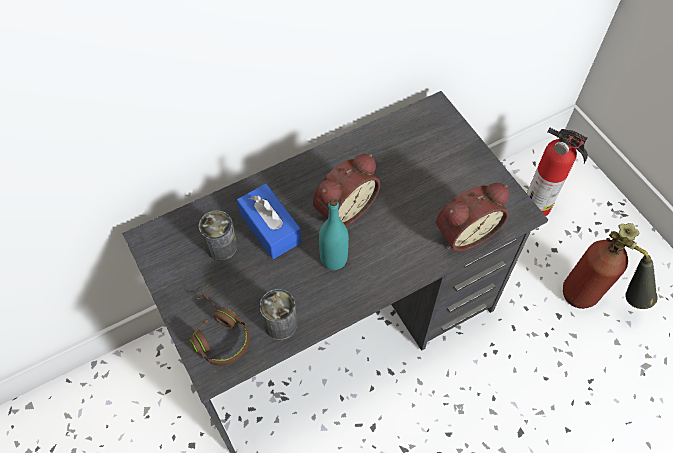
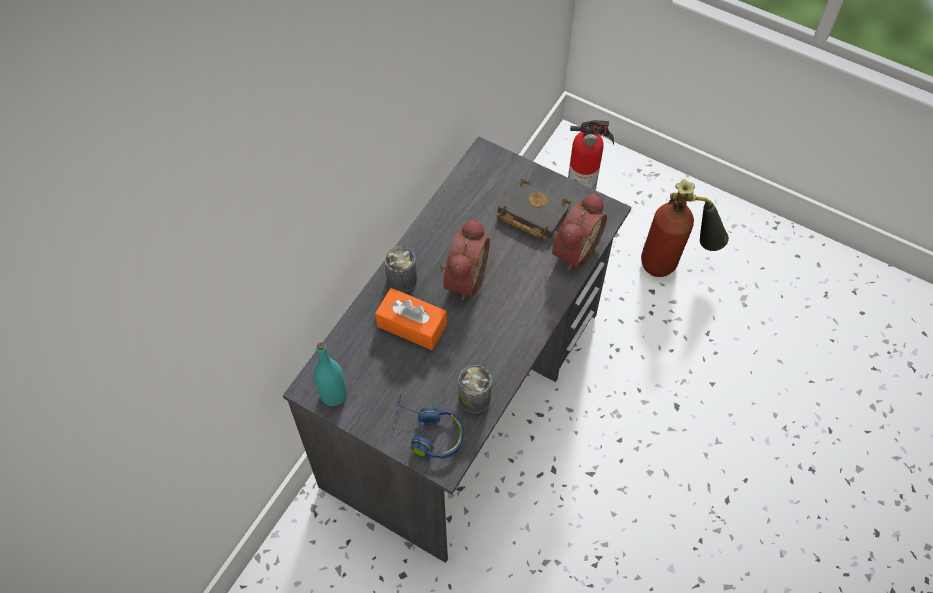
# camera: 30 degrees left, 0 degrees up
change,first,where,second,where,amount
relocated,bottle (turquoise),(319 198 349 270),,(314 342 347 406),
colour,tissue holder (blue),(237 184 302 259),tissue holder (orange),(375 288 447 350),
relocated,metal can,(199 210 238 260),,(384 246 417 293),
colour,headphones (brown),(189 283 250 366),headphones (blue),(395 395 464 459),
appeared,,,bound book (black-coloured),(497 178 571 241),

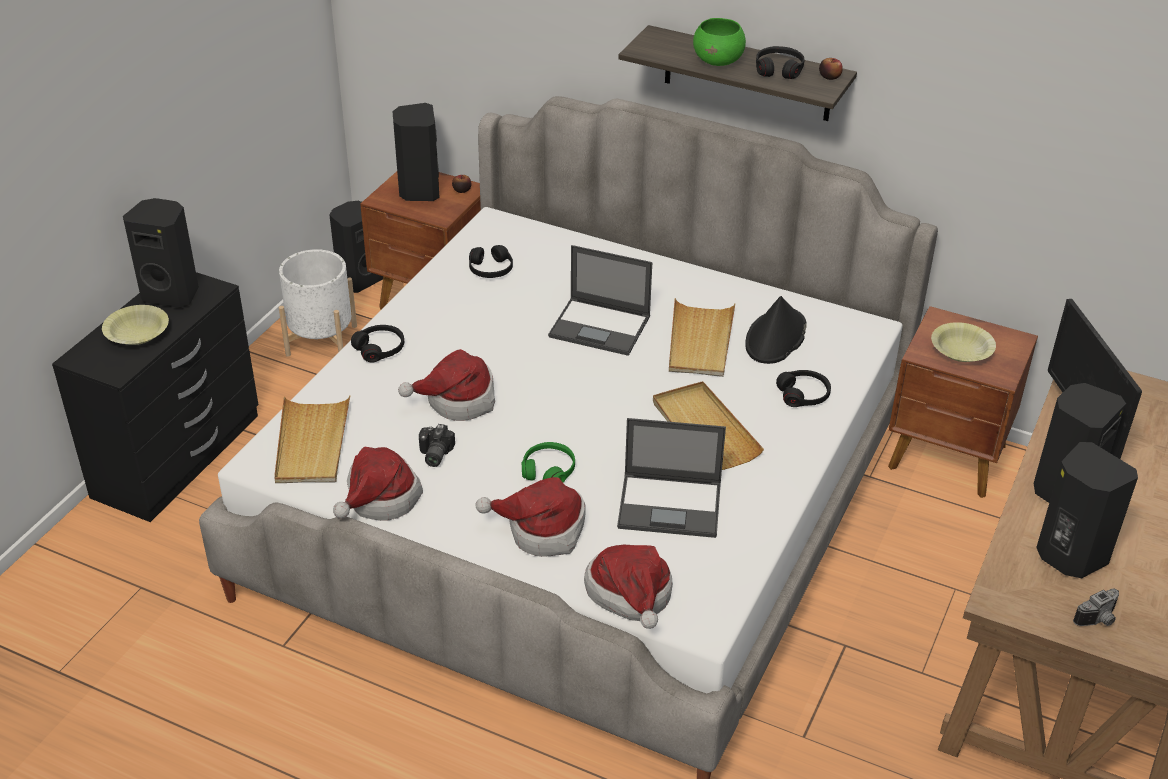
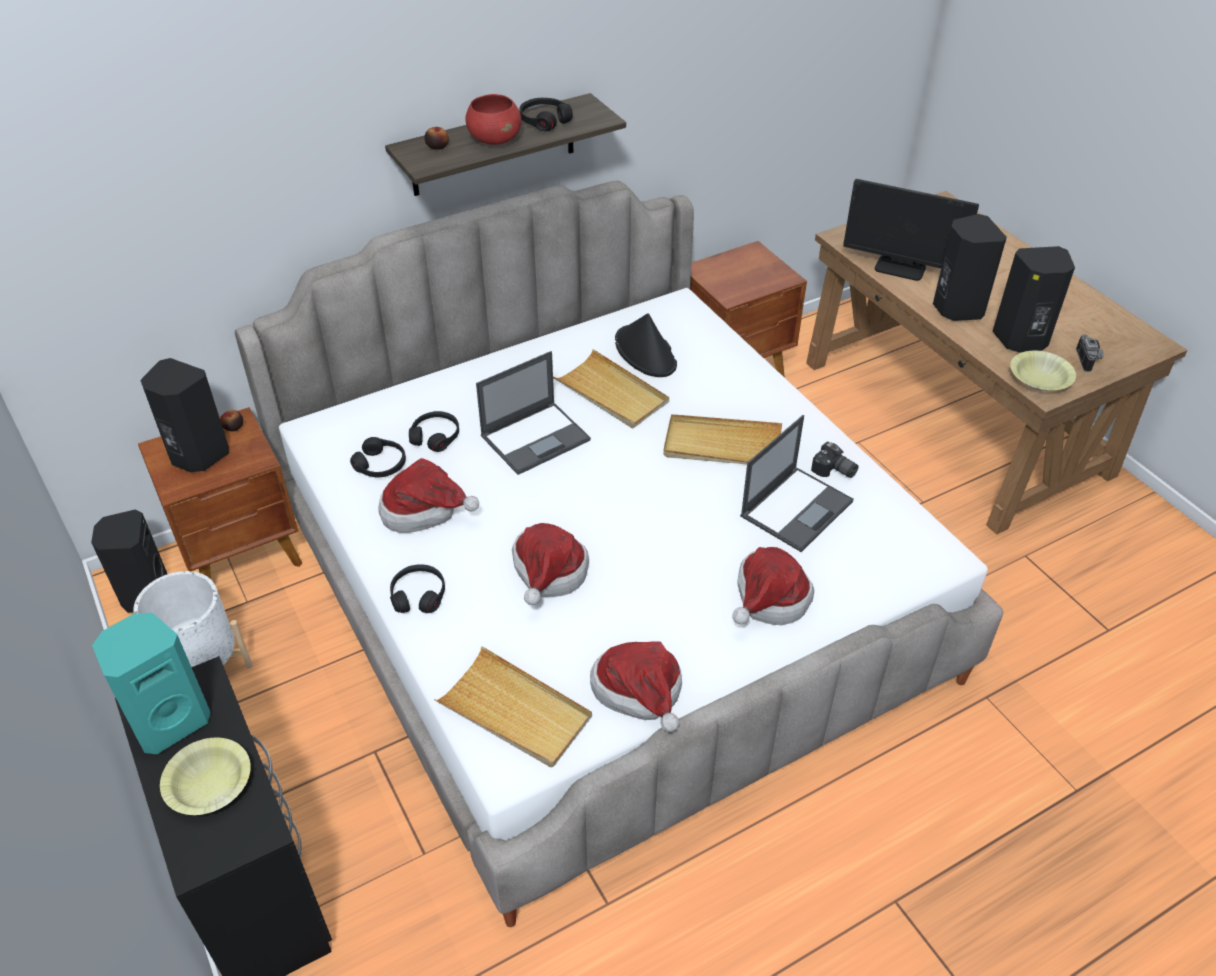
# camera: 55 degrees left, 5 degrees up
change,first,where,second,where,amount
colour,speaker (black-coloured),(123 198 199 308),speaker (turquoise),(92 612 211 754),
relocated,wearable hat,(584 545 673 629),,(378 458 479 533),
relocated,headphones (black-coloured),(776 370 831 407),,(409 411 459 452),
relocated,apple,(819 58 843 80),,(424 127 449 150),
colour,serving bowl (green),(693 18 746 66),serving bowl (red-coloured),(465 94 521 145),
relocated,still camera,(419 424 455 467),,(811 442 858 478),
relocated,serving bowl (yellow-coloured),(931 322 996 362),,(1010 351 1076 391),
missing,headphones (green),(522 442 575 483),,,

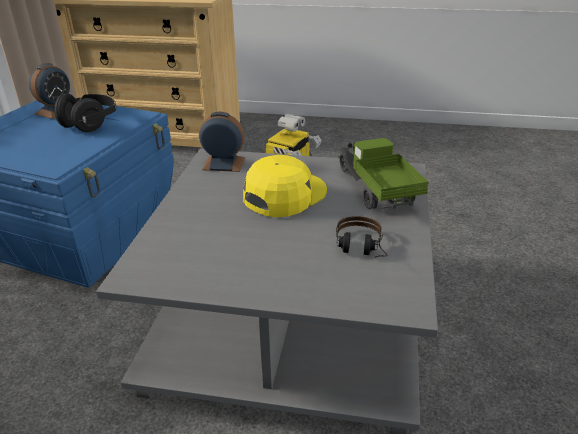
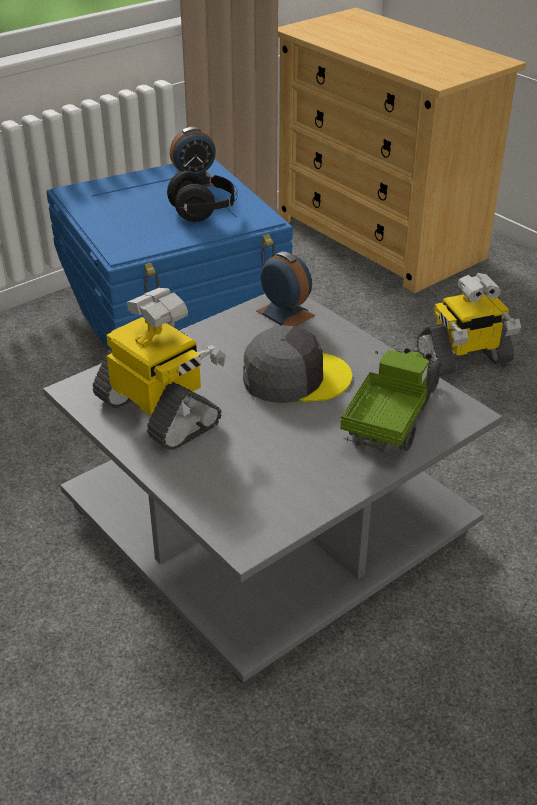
# camera: 40 degrees right, 5 degrees up
change,first,where,second,where,amount
appeared,,,model robot,(93 288 226 450),
colour,peaked cap (yellow-coloured),(243 155 327 217),peaked cap (gray),(243 325 352 403),
missing,headphones,(336 216 388 258),,,

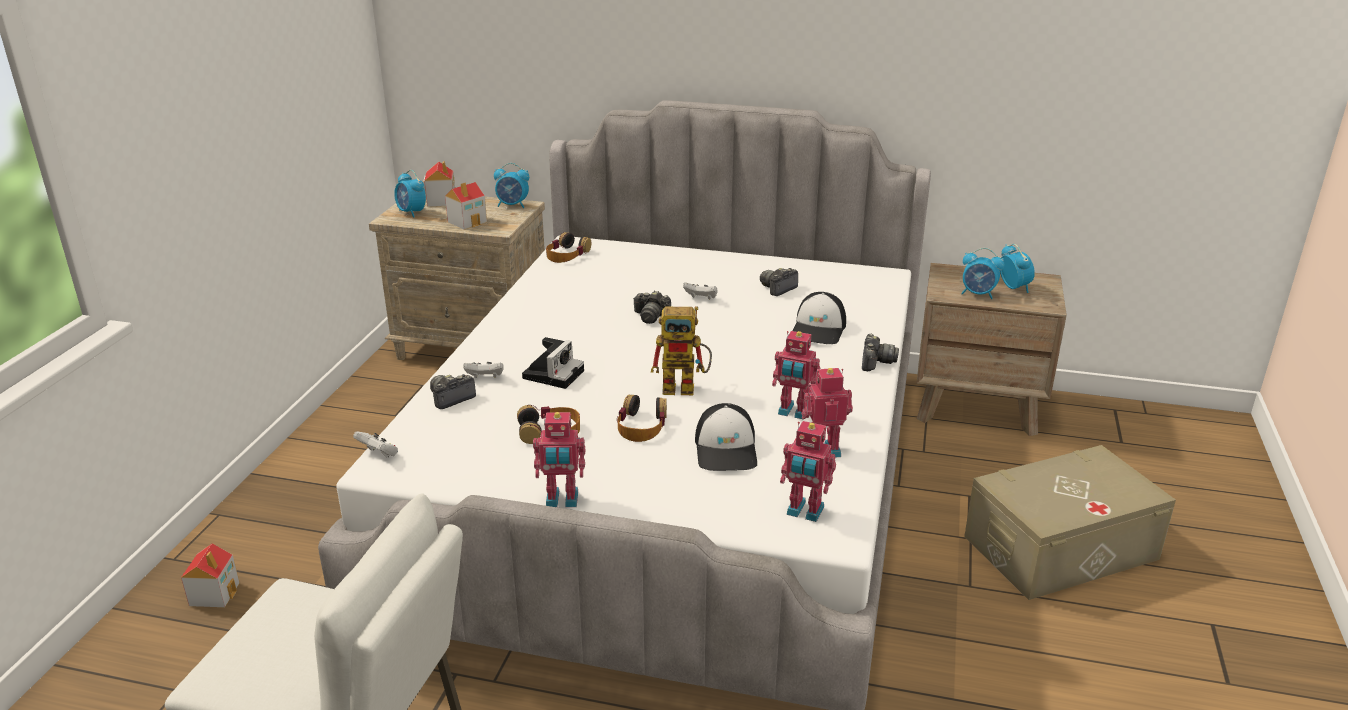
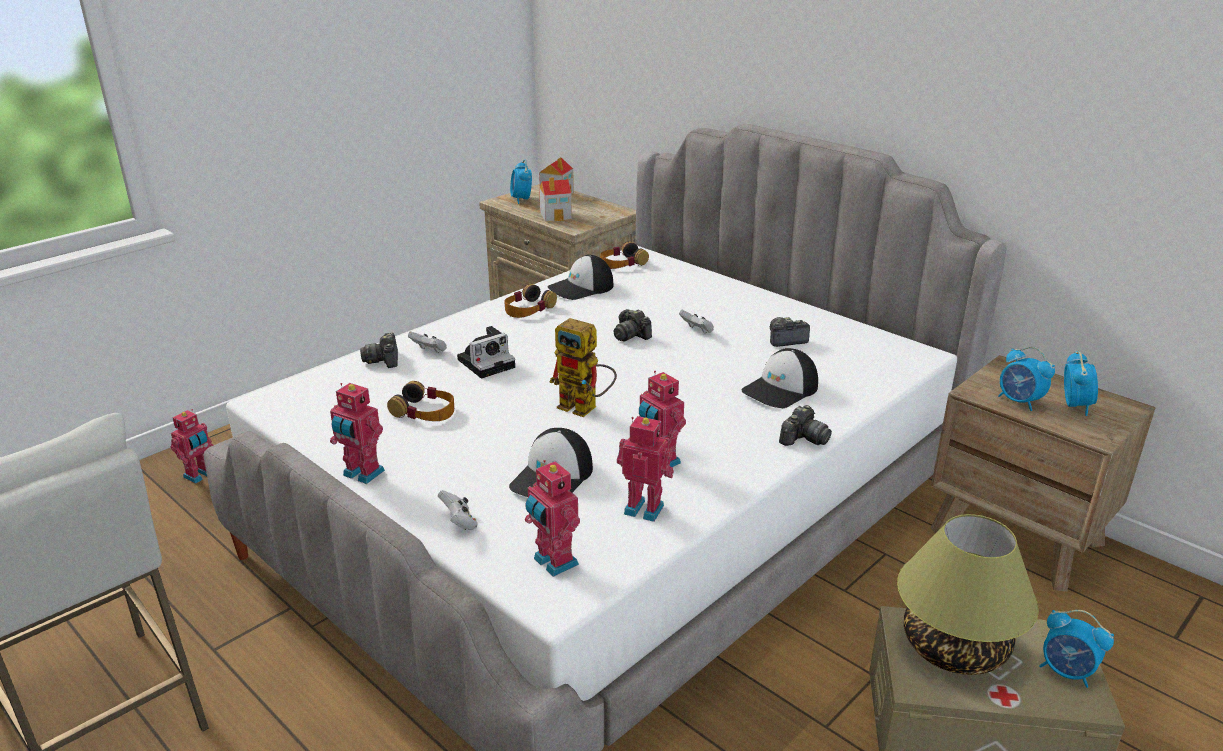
# camera: 30 degrees right, 0 degrees up
change,first,where,second,where,amount
exchanged,miniature house,(181 543 240 607),model robot,(170 409 213 484),
spun,still camera,(430 374 476 409),,(360 333 398 368),90 degrees counterclockwise
relocated,game controller (white-coloured),(353 431 398 457),,(438 490 478 530),
relocated,headphones,(617 395 667 442),,(504 284 557 318),
appeared,,,peaked cap,(548 255 613 300),
appeared,,,tabletop lamp,(897 514 1039 675),
relocated,bedside clock,(494 163 529 208),,(1039 610 1114 688),

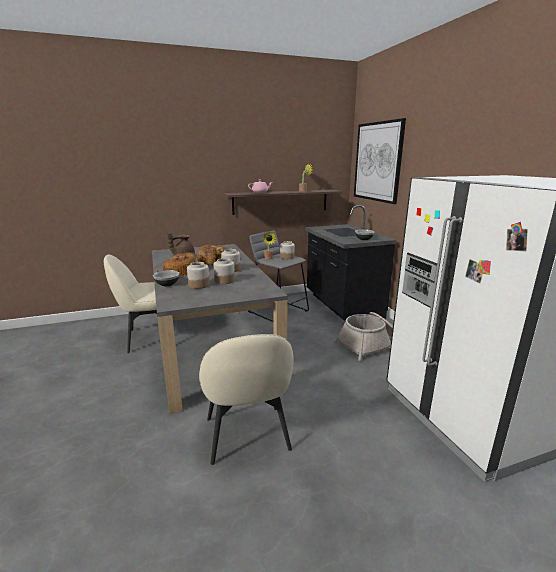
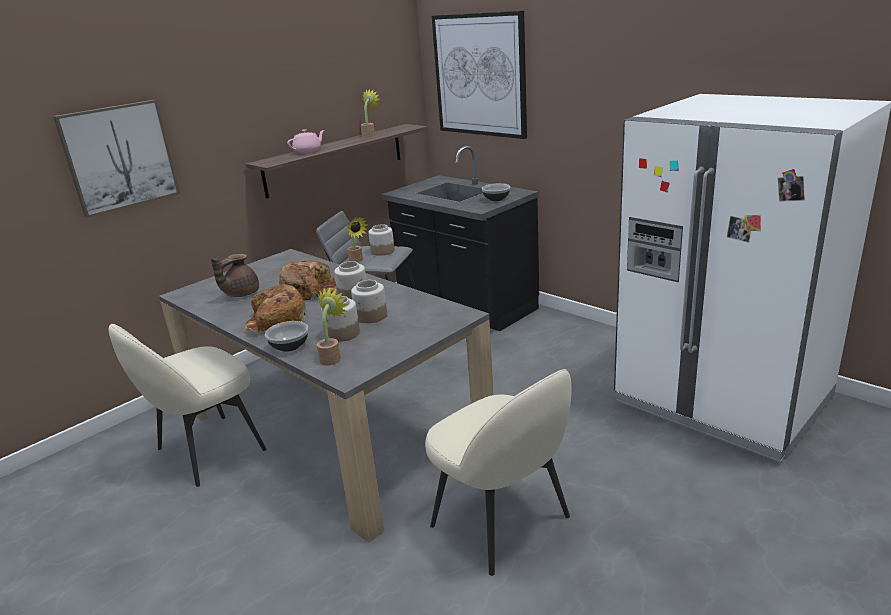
# camera: 25 degrees left, 5 degrees up
change,first,where,second,where,amount
appeared,,,wall art,(53 100 180 218),
appeared,,,plant in a pot,(317 288 347 366),
missing,storage basket,(334 312 393 361),,,

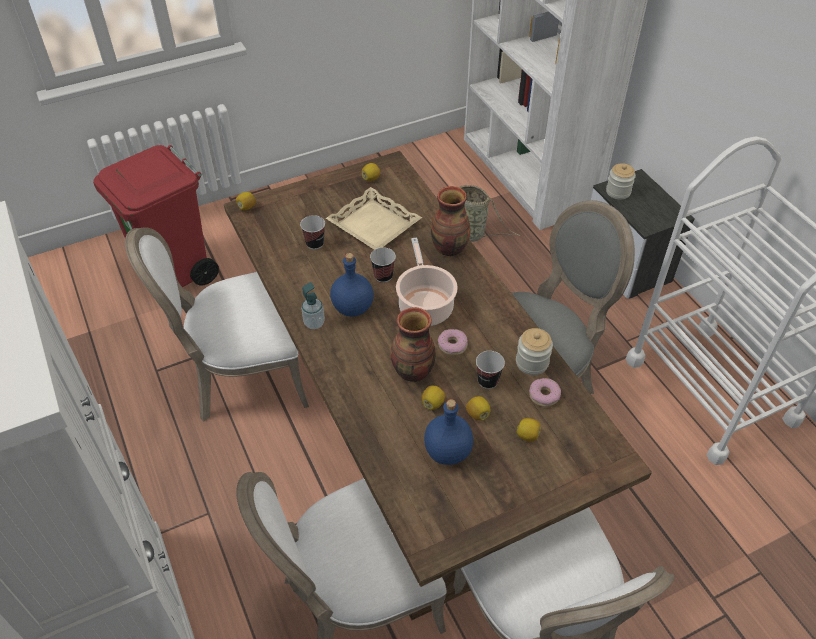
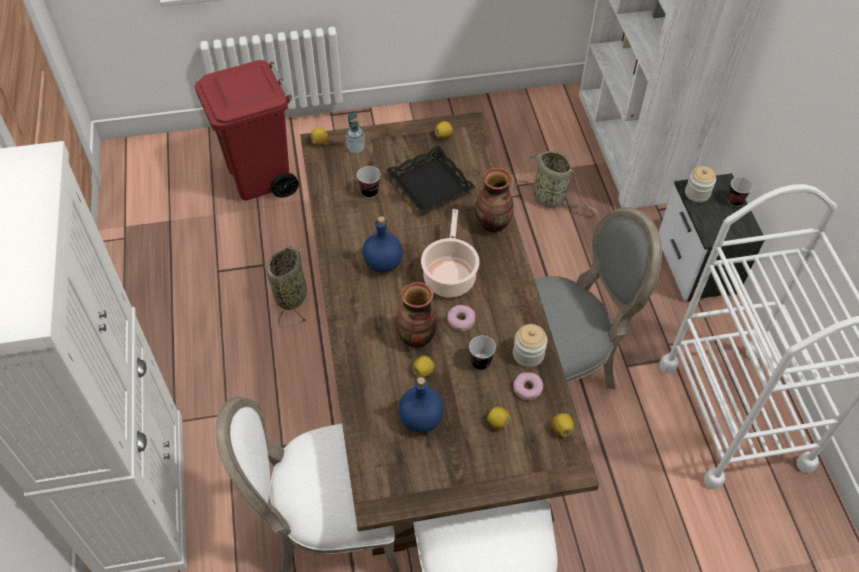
# camera: 15 degrees right, 5 degrees up
change,first,where,second,where,amount
exchanged,chair (white-coloured),(125 227 309 422),storage basket,(266 246 307 327),
relocated,liquid soap bottle,(301 282 325 329),,(346 112 365 153),
colour,carrying tray (beige),(326 187 422 250),carrying tray (black-coloured),(386 146 476 213),
relocated,whole lemon,(466 396 491 421),,(551 413 574 437),
relocated,small cup,(370 247 396 283),,(728 177 753 207),

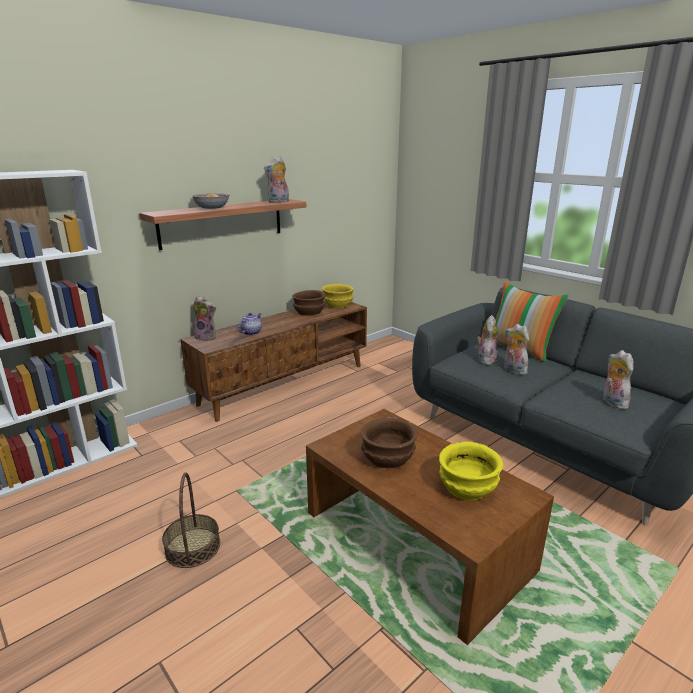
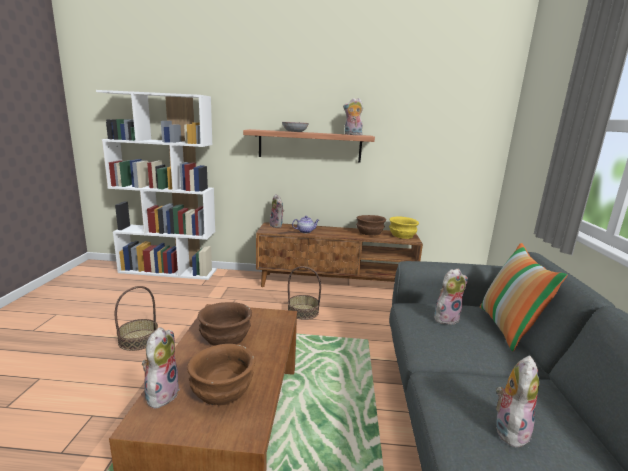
# camera: 45 degrees right, 5 degrees down
change,first,where,second,where,amount
relocated,cuddly toy,(504 324 531 375),,(142 327 180 409),
colour,serving bowl (yellow-coloured),(439 442 503 500),serving bowl (brown),(187 344 255 405),
appeared,,,storage basket,(288 266 321 320),

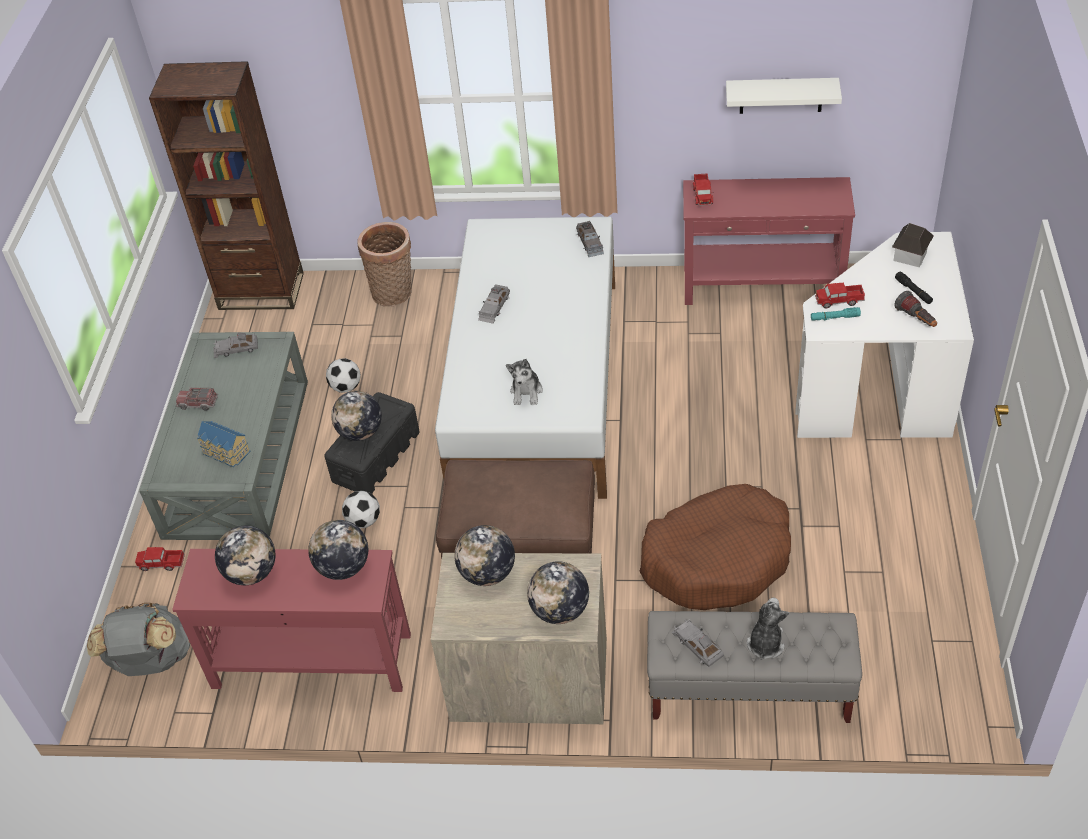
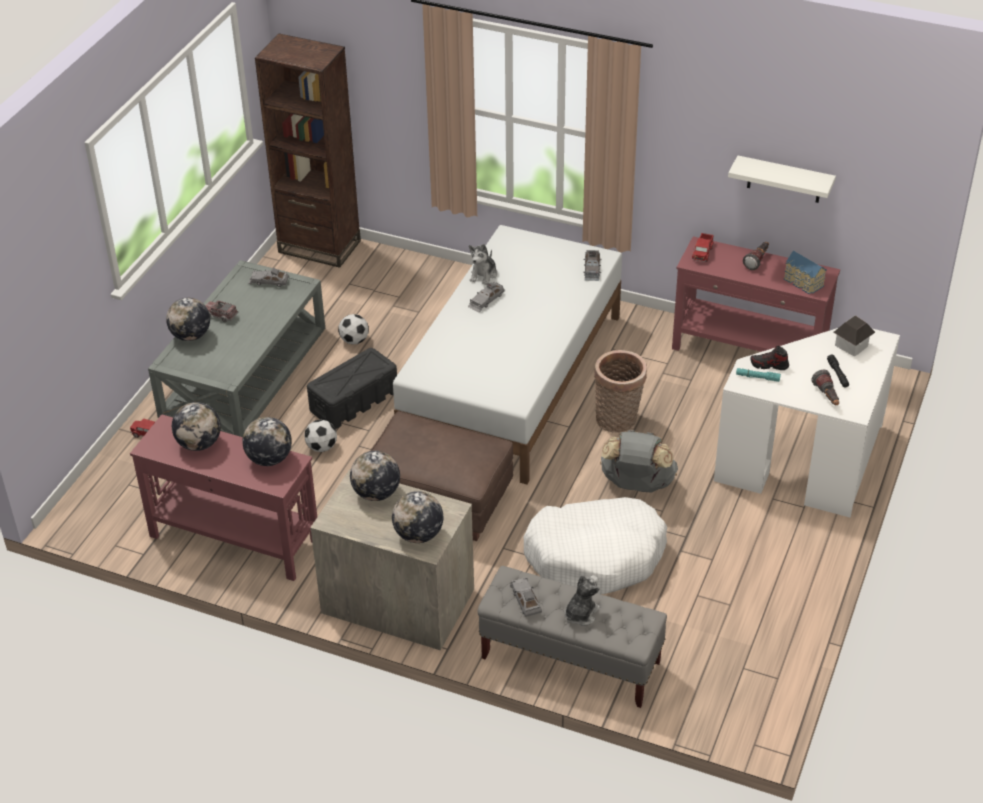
# camera: 15 degrees right, 5 degrees down
change,first,where,second,where,amount
relocated,desk globe,(331 391 382 441),,(166 298 210 341),
relocated,cuddly toy,(506 359 543 405),,(469 244 497 285),
colour,pet bed (brown),(639 484 791 610),pet bed (white-coloured),(524 497 667 594),
relocated,storage basket,(357 222 412 306),,(594 350 647 433),
relocated,backpack (gray),(87 603 190 676),,(600 430 678 493),
appeared,,,flashlight,(743 242 769 270),
exchanged,toy lorry,(815 283 865 308),item of footwear,(750 346 789 370),
relocated,miniature house,(197 421 250 467),,(784 250 827 294),

